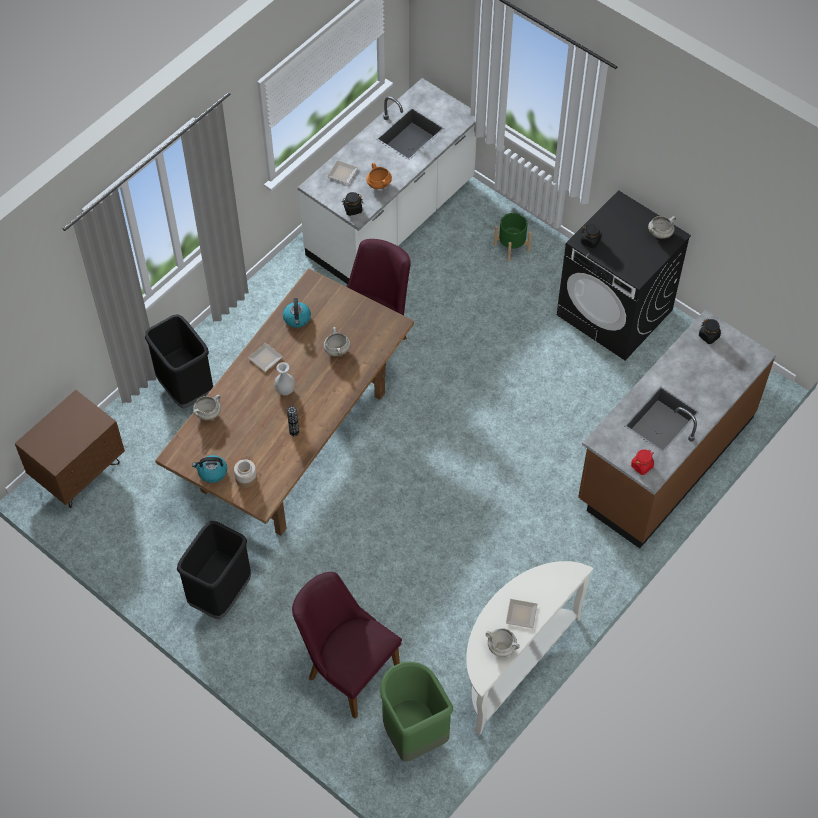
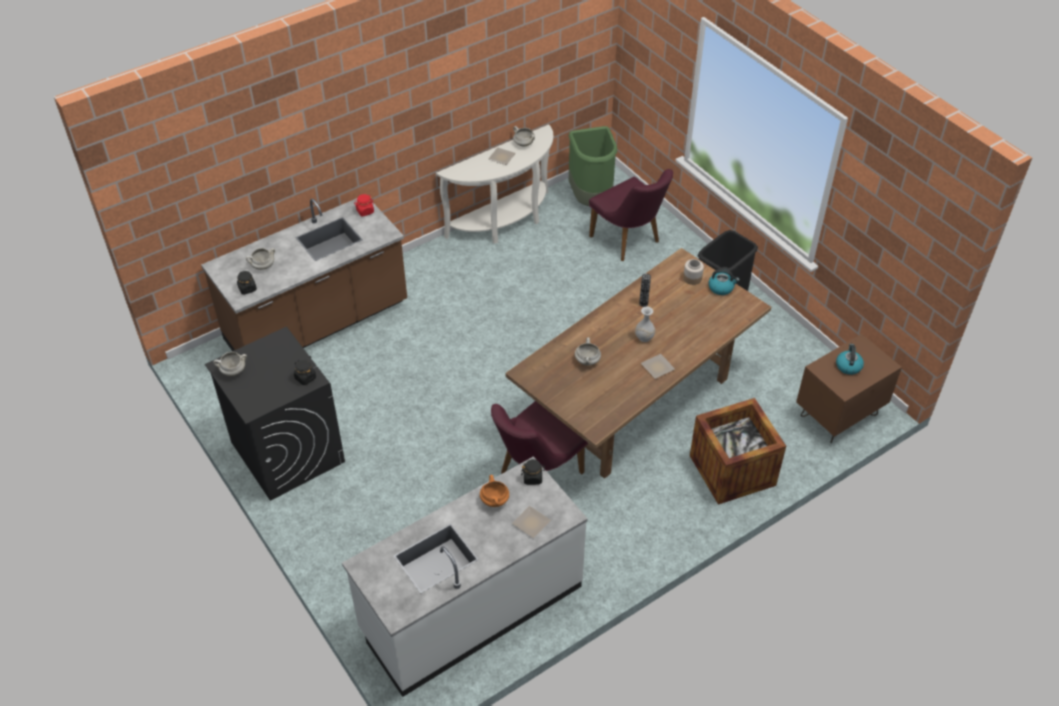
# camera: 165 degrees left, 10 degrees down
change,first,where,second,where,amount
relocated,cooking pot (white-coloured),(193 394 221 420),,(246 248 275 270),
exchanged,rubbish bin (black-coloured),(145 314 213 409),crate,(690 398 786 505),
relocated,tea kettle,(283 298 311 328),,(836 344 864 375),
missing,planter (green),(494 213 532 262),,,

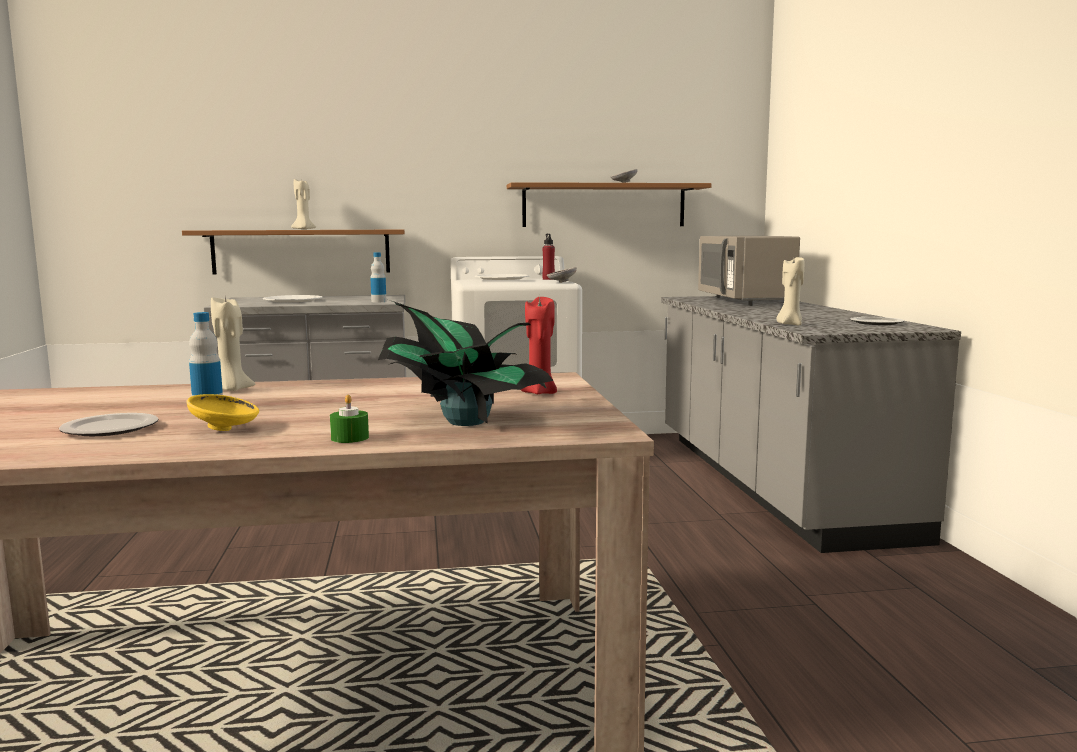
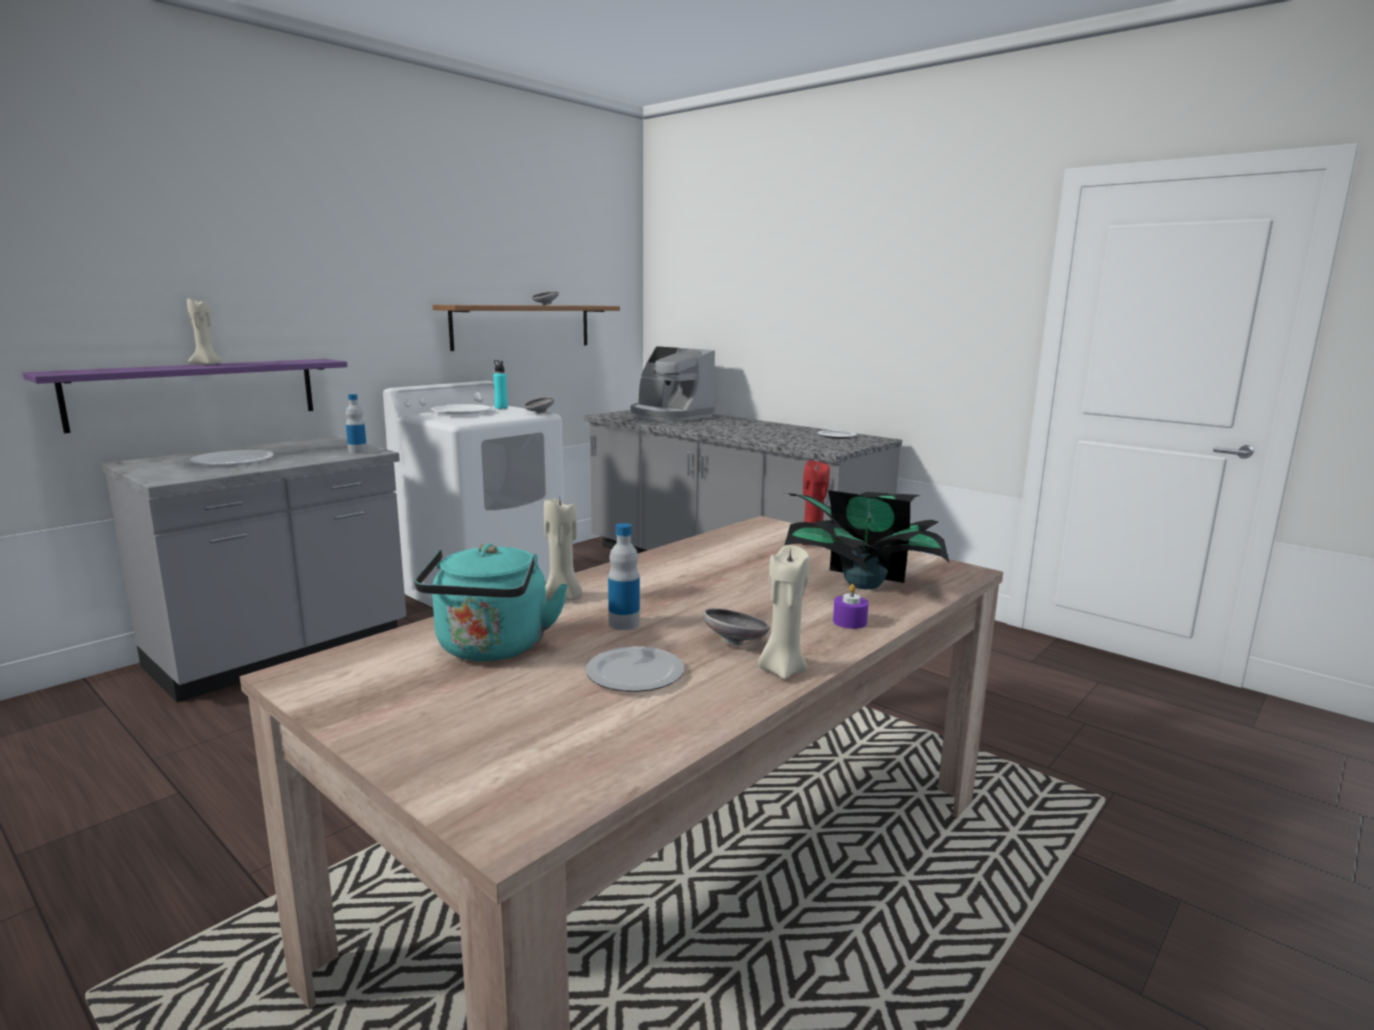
# camera: 40 degrees left, 5 degrees up
change,first,where,second,where,amount
colour,shelf (brown),(182 229 405 275),shelf (purplish),(23 359 347 433),
appeared,,,tea kettle (turquoise),(414 544 568 661),
colour,bottle (red-coloured),(543 234 555 280),bottle (turquoise),(493 360 508 409),
exchanged,microwave oven (gray),(698 236 800 306),coffee brewer,(630 346 715 422),
colour,serving bowl (yellow-coloured),(186 394 259 431),serving bowl (gray),(703 608 770 646),
relocated,candle (beige),(776 257 804 325),,(758 545 810 679),
colour,candle (green),(330 394 369 443),candle (purplish),(833 584 869 629),

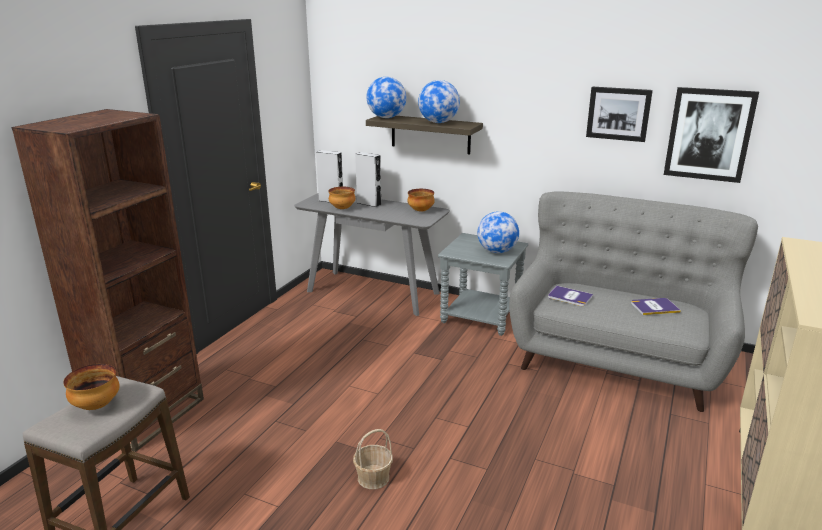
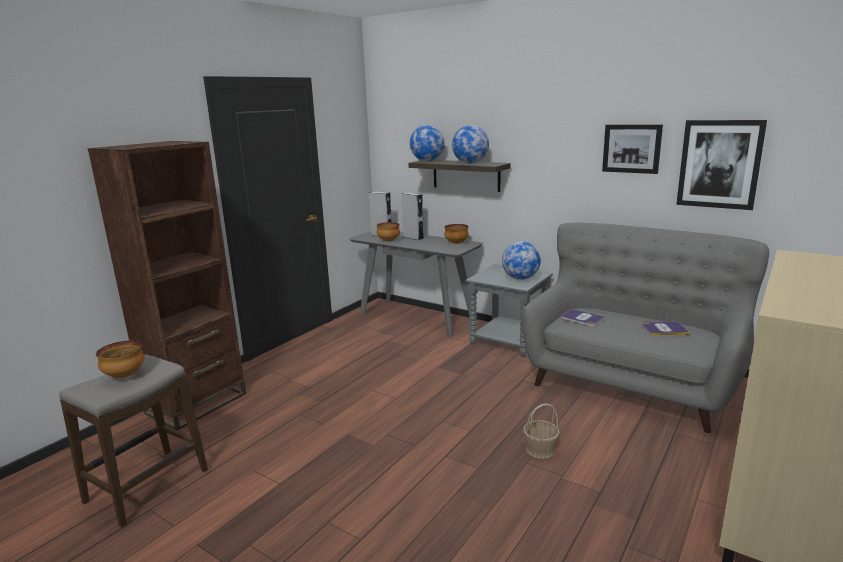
# camera: 10 degrees right, 5 degrees down
change,first,where,second,where,amount
relocated,storage basket,(353 429 393 489),,(523 403 559 459),

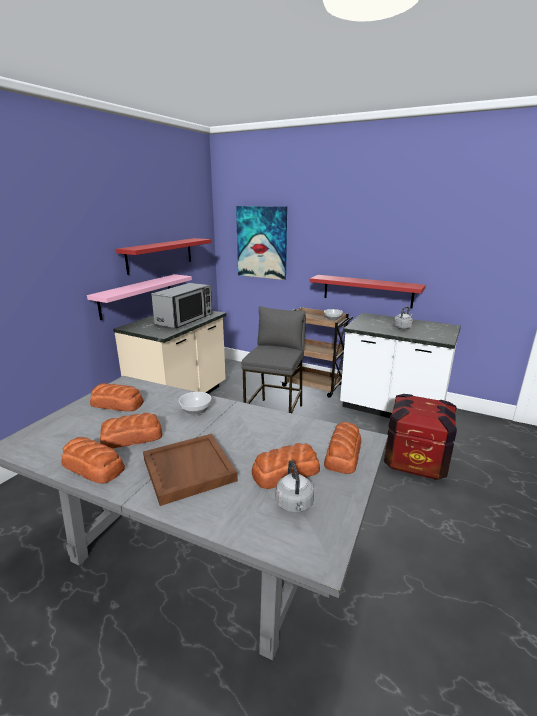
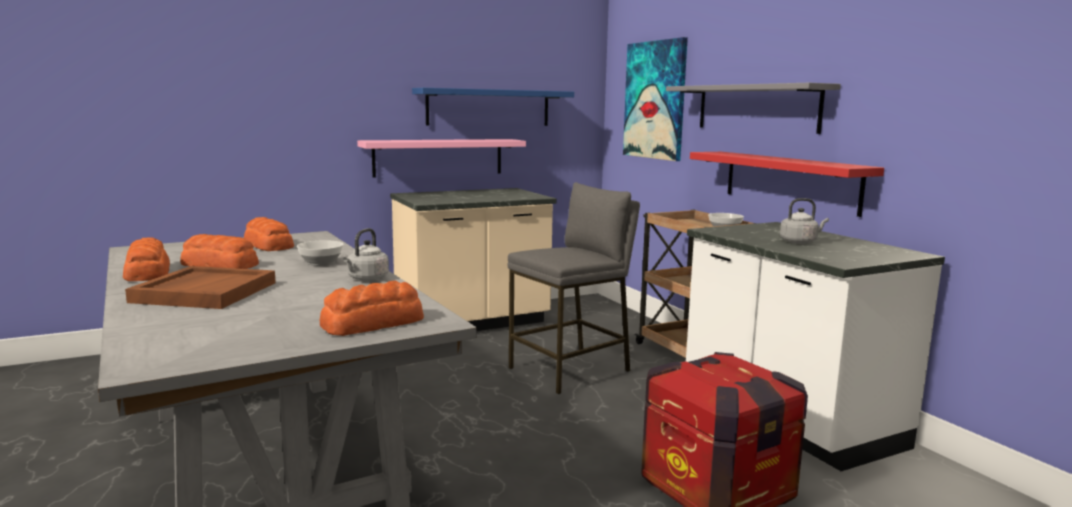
# camera: 35 degrees right, 10 degrees down
change,first,where,second,where,amount
relocated,tea kettle (gray),(276 460 314 513),,(343 228 389 281),
colour,shelf (red-coloured),(116 238 211 275),shelf (blue),(412 88 574 126),
appeared,,,shelf (gray),(666 83 841 134),
missing,microwave oven,(151 283 212 328),,,
missing,bread,(252 443 320 489),,,

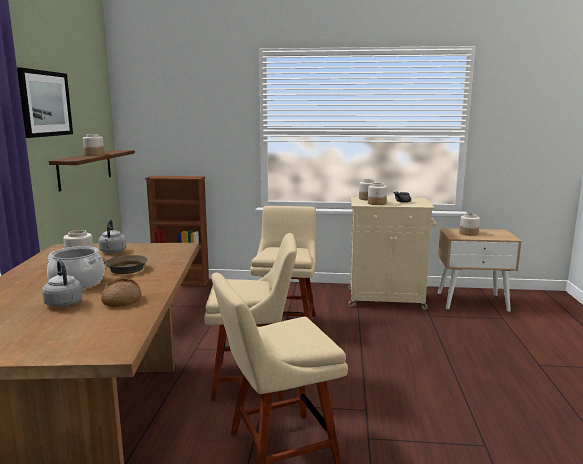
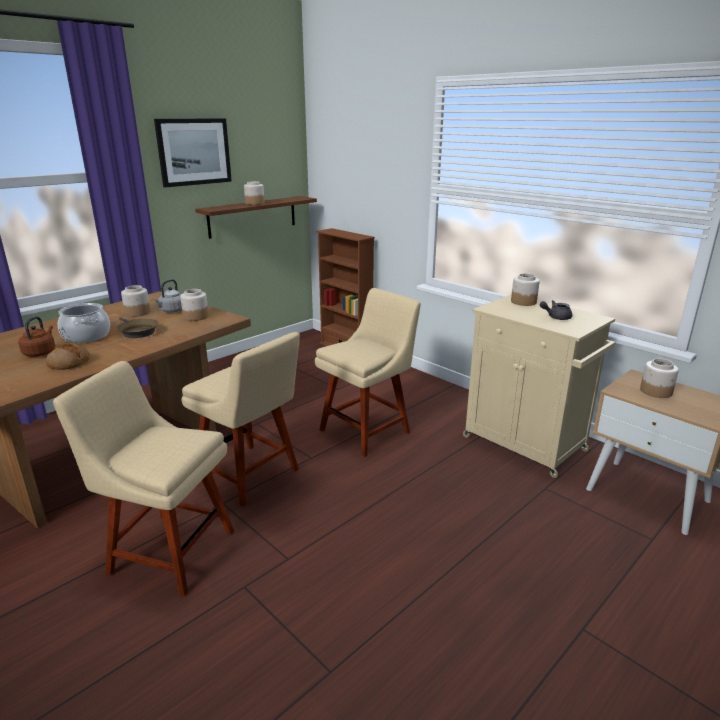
# camera: 40 degrees right, 10 degrees up
change,first,where,second,where,amount
colour,tea kettle (gray),(42 260 82 307),tea kettle (brown),(18 316 55 357),
relocated,storage jar,(368 183 387 205),,(180 289 209 321),

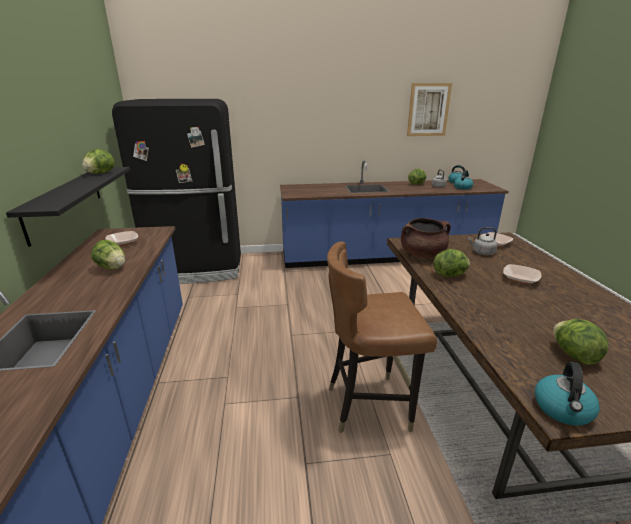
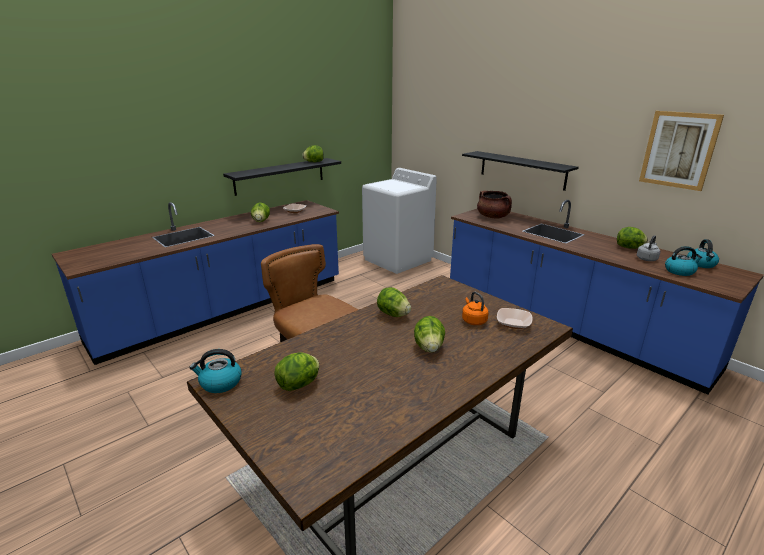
# camera: 55 degrees right, 0 degrees up
change,first,where,second,where,amount
exchanged,refrigerator (black-coloured),(112 99 241 284),laundry machine (white-coloured),(362 168 437 274),
exchanged,serving bowl,(503 264 541 285),lettuce,(414 316 445 353),
appeared,,,shelf (black-coloured),(462 151 579 191),
colour,tea kettle (gray),(468 227 498 255),tea kettle (orange),(462 292 489 325),
relocated,cooking pot (brown),(401 218 450 258),,(477 191 512 219),

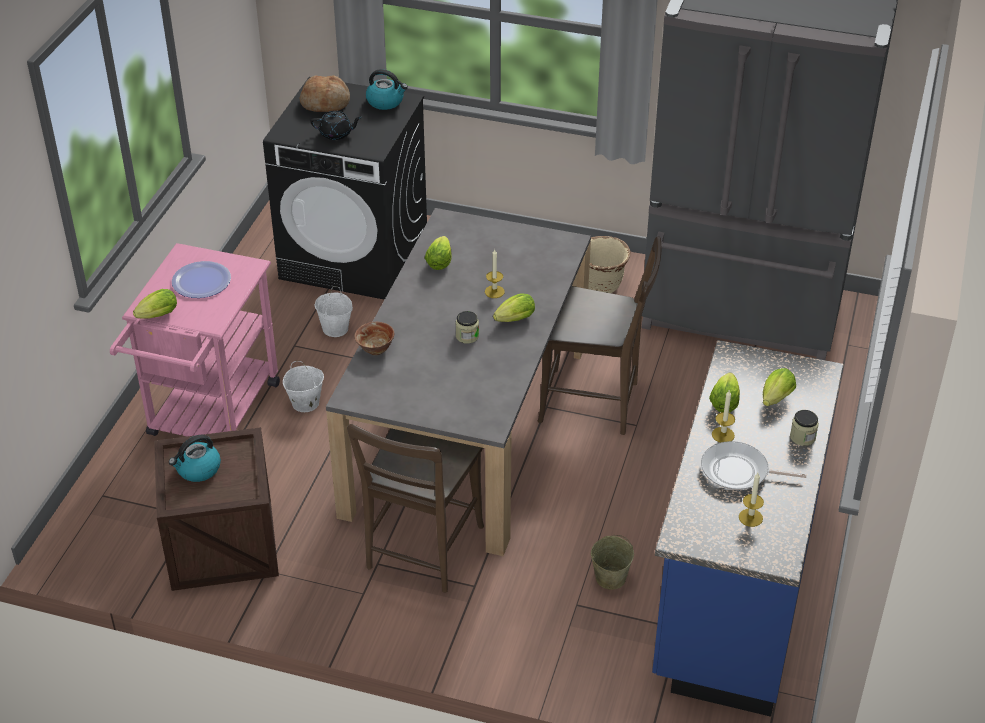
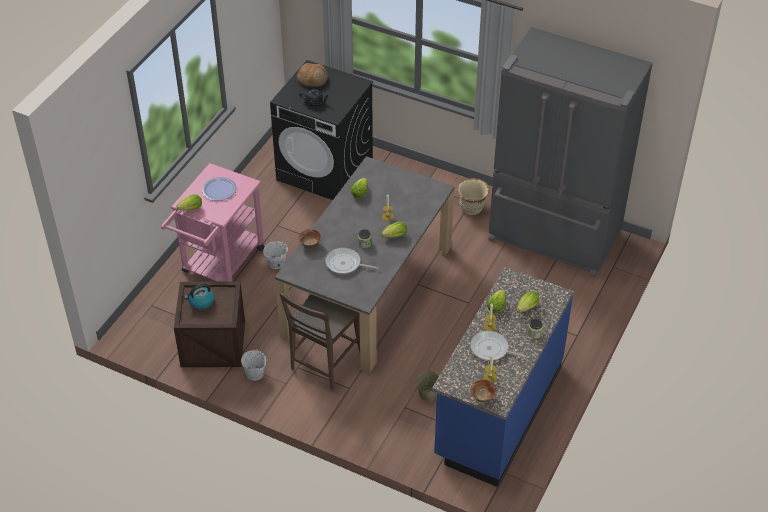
# camera: 10 degrees right, 5 degrees up
change,first,where,second,where,amount
relocated,bucket (white-coloured),(315 286 353 337),,(241 349 266 381),
appeared,,,skillet,(325 248 379 274),
appeared,,,serving bowl,(470 379 497 402),
missing,tea kettle,(366 69 408 110),,,
missing,chair (brown),(538 237 661 435),,,

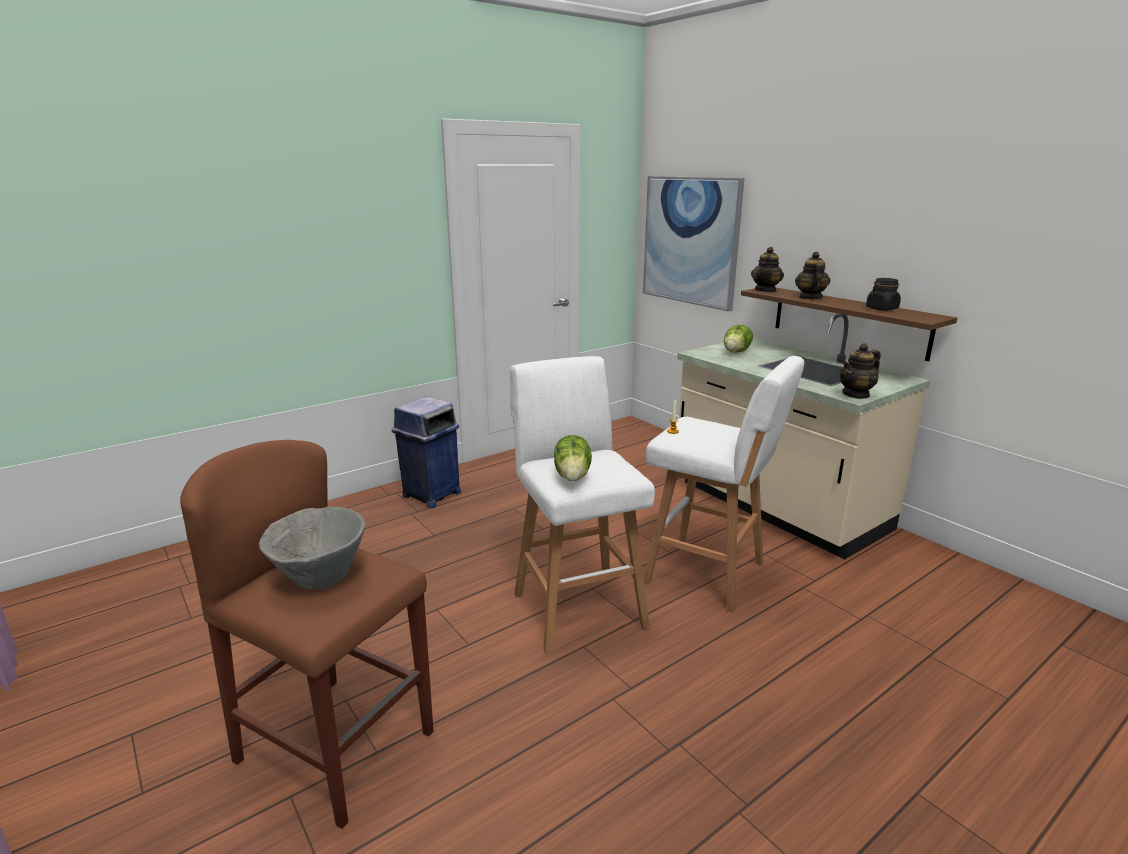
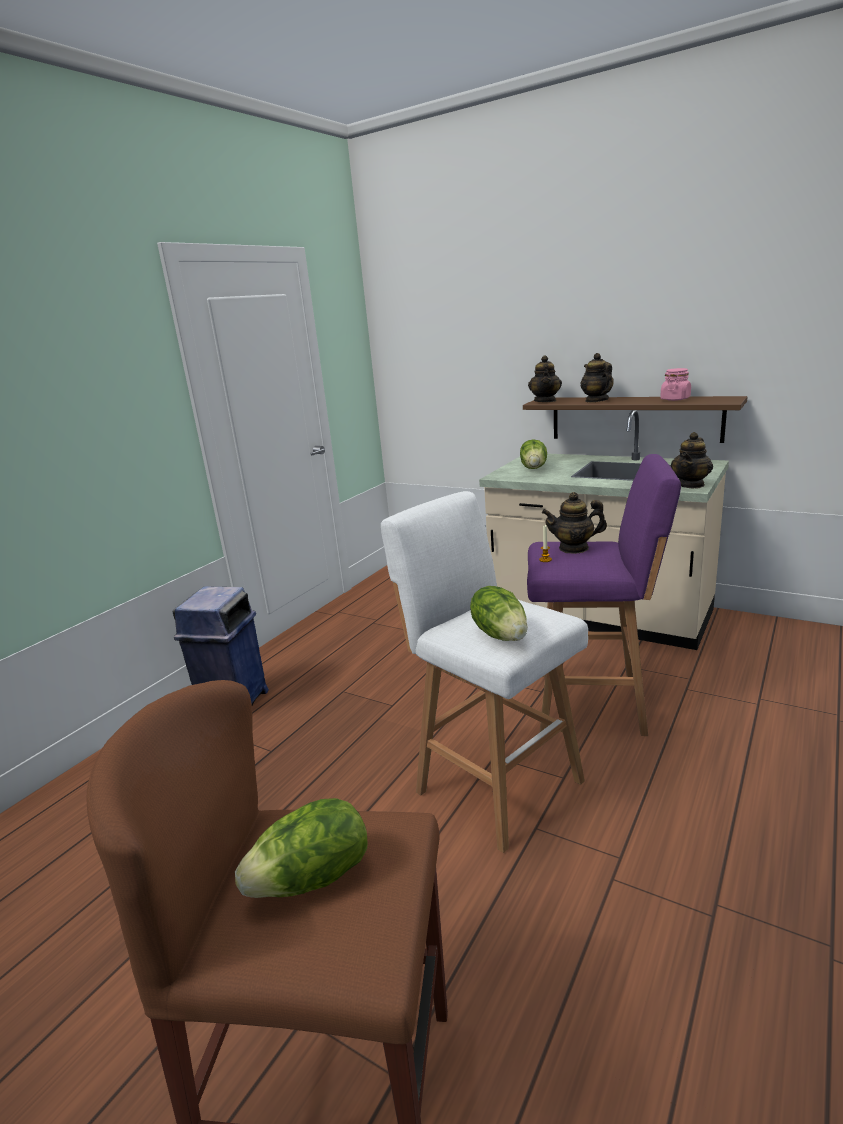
# camera: 20 degrees left, 0 degrees up
change,first,where,second,where,amount
exchanged,serving bowl (gray),(259 507 365 590),lettuce,(235 798 367 898),
colour,stool (white-coloured),(644 356 804 613),stool (purplish),(527 454 681 736),
appeared,,,teapot,(542 492 607 554),
colour,storage jar (black-coloured),(866 278 901 310),storage jar (pink),(660 368 691 401),
missing,wall art,(643 176 745 312),,,

